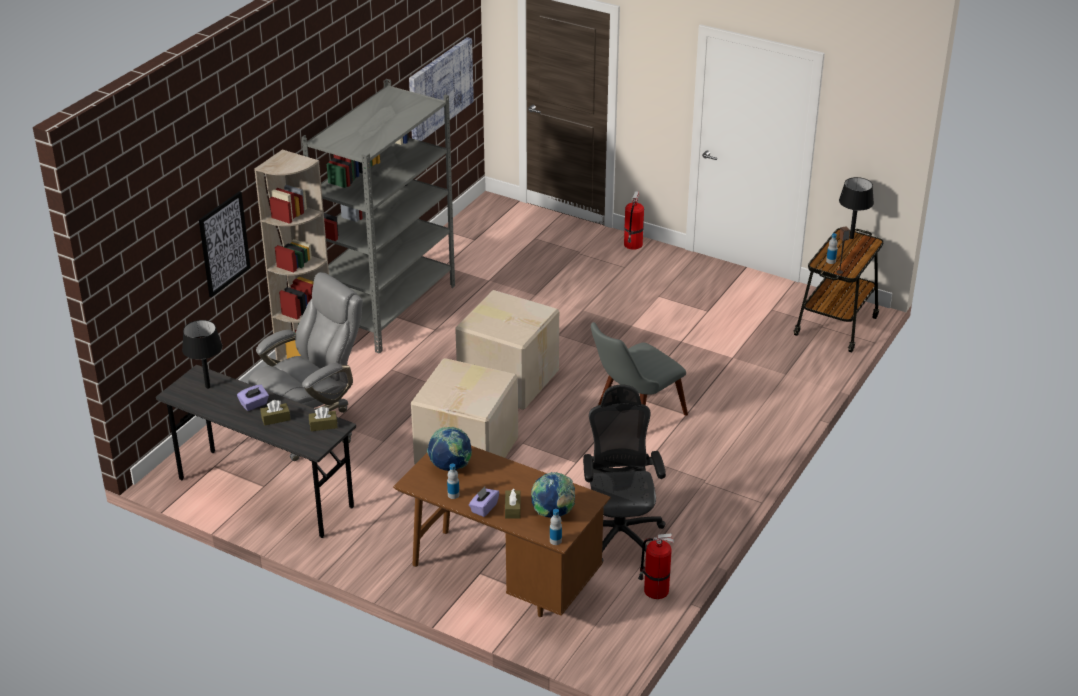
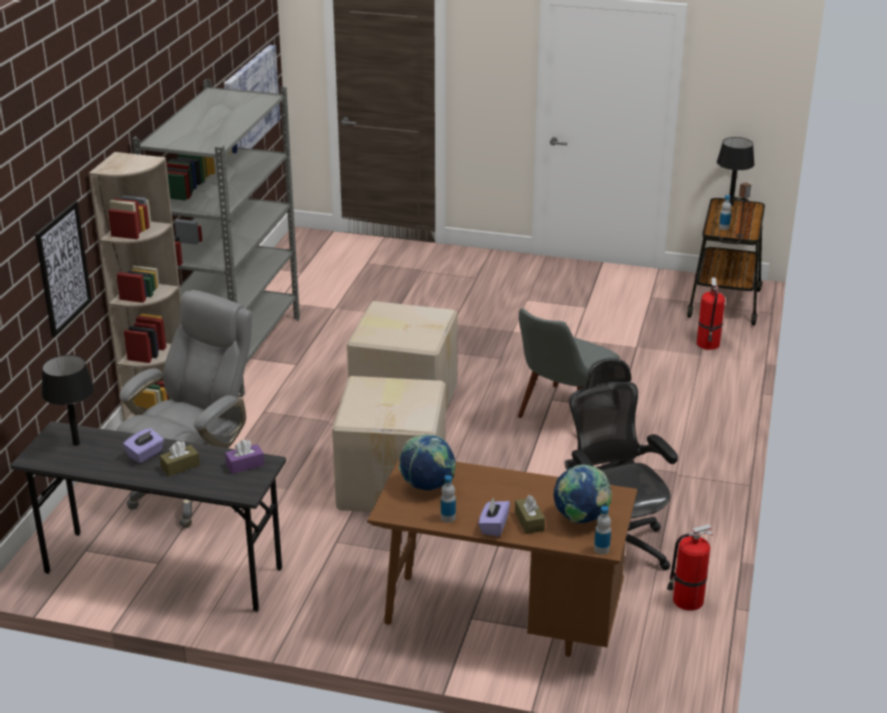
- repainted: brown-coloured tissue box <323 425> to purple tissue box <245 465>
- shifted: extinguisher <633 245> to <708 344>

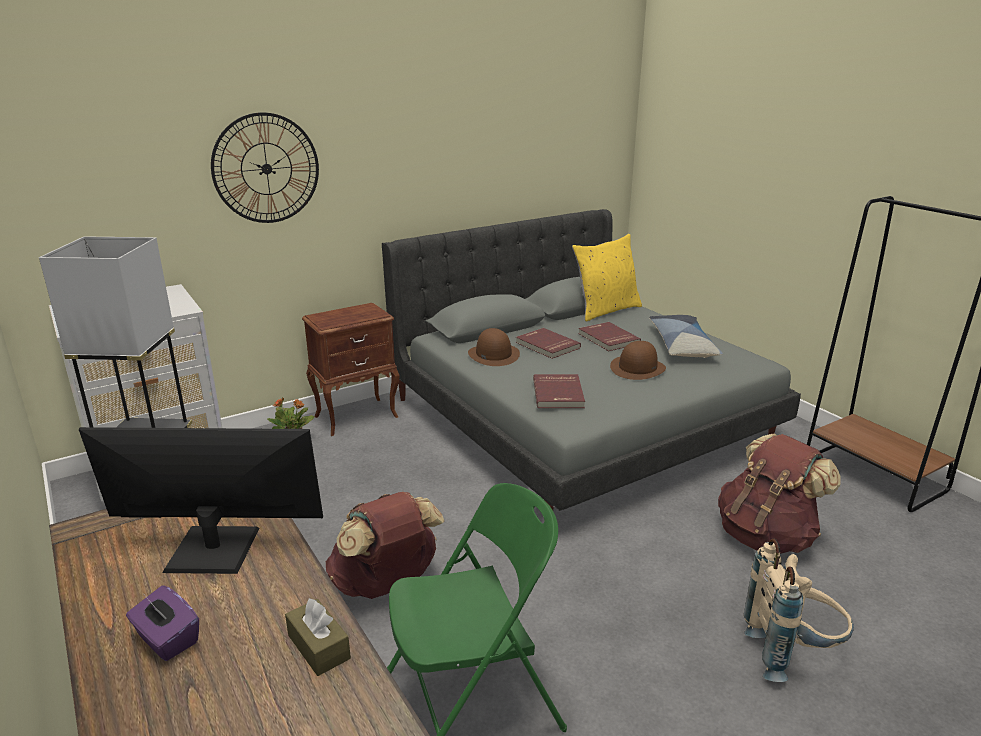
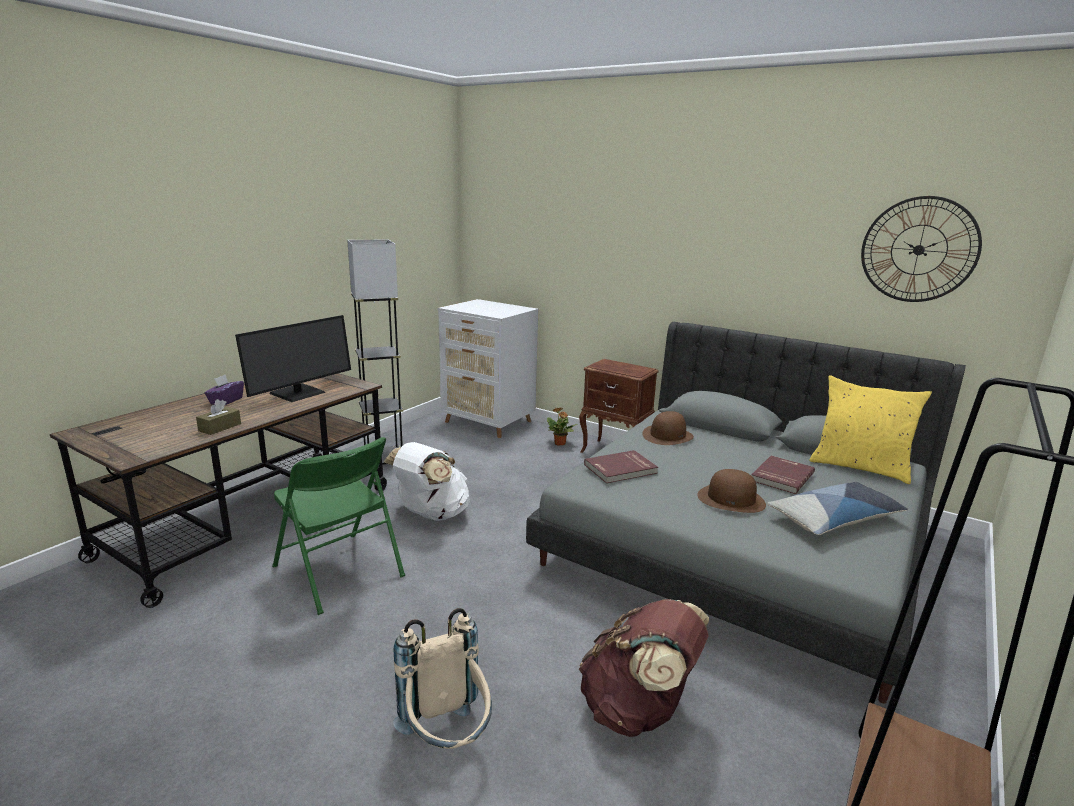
- rotated: computer screen <214 547> = <298 393> 60 degrees clockwise
- repainted: brown-coloured rucksack <386 585> to white rucksack <431 514>
- shifted: clock on the wall <266 169> to <918 250>
- gone: reddish bound book <546 345>

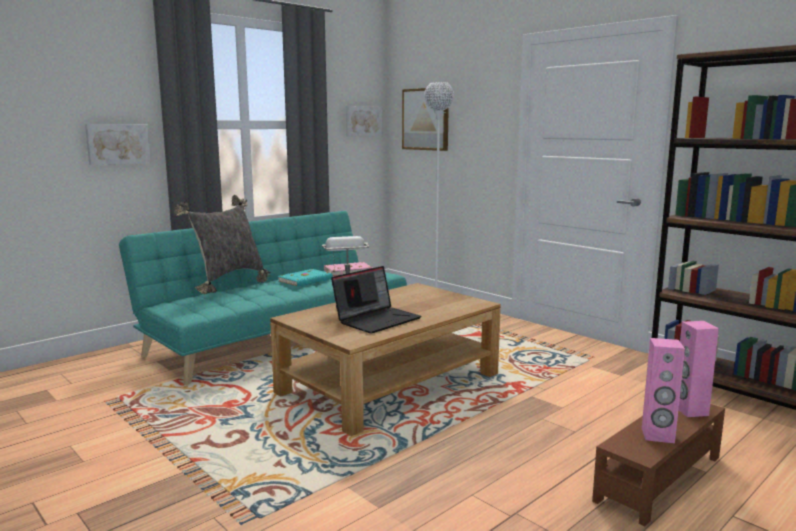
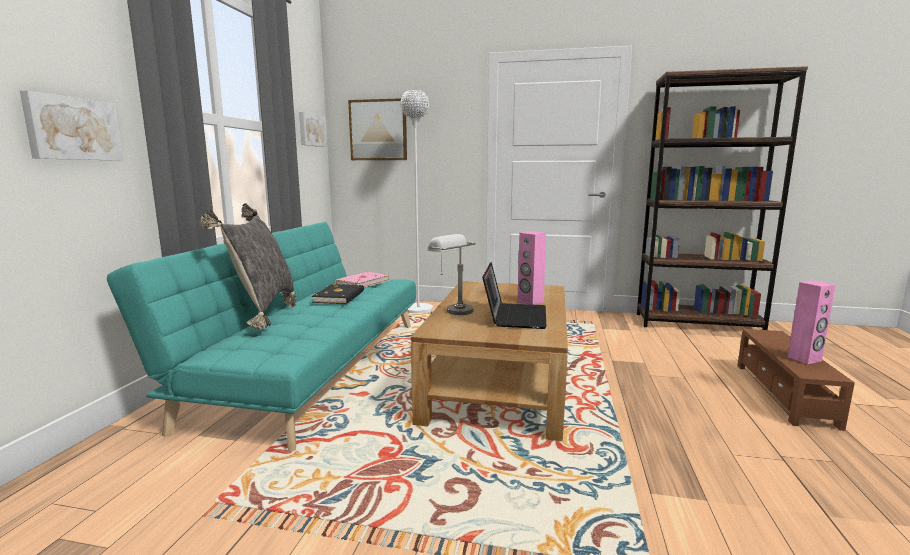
- repainted: blue-green bound book <306 280> to blackish bound book <340 296>
- shifted: pinkish audio speaker <690 411> to <530 302>

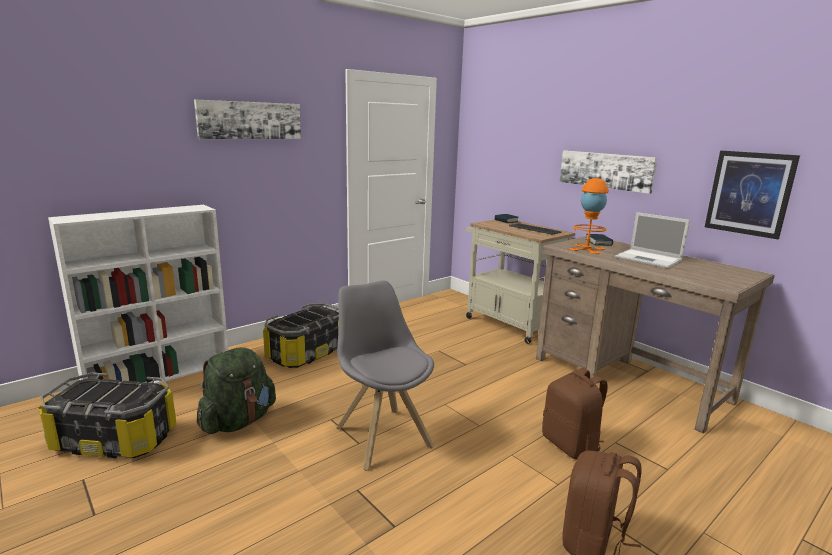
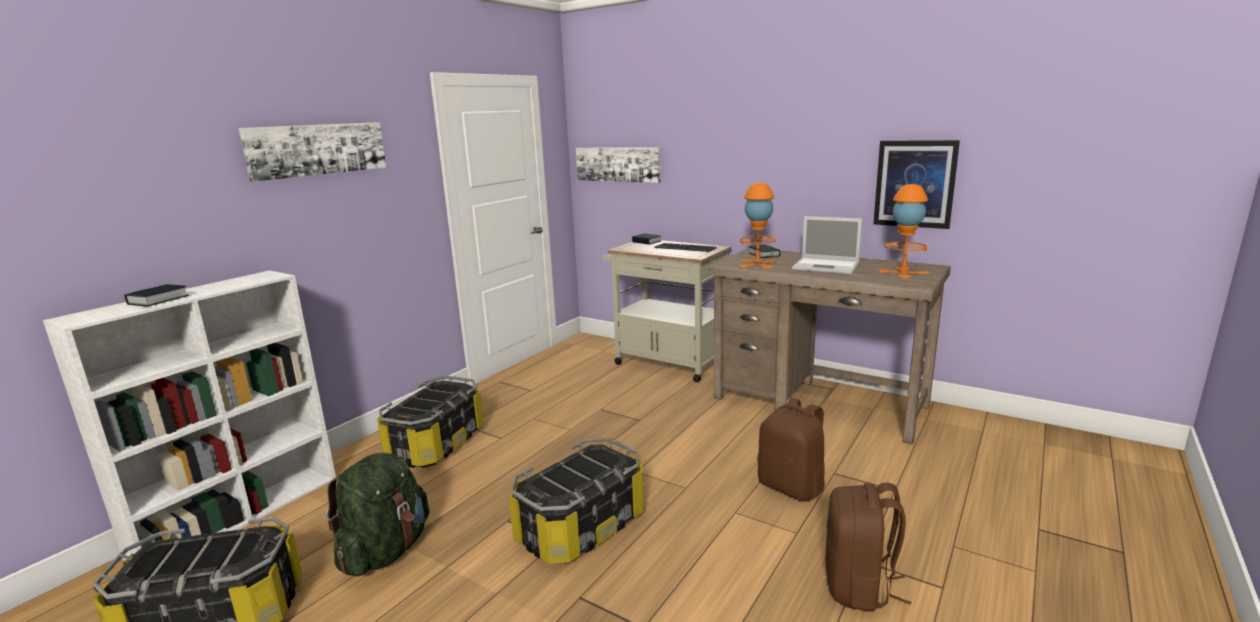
- new: bound book <158 300>
- swapped: greyish upright chair <382 436> to storage box <581 527>
- shifted: picture <606 170> to <618 164>
- new: orange-coloured lamp for a table <903 272>

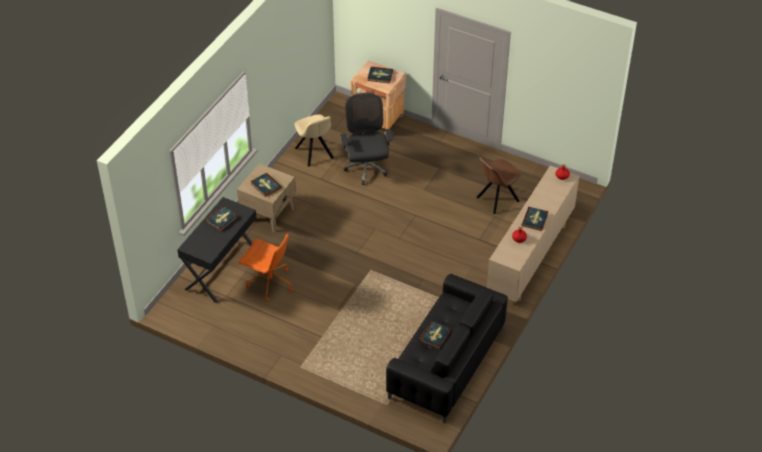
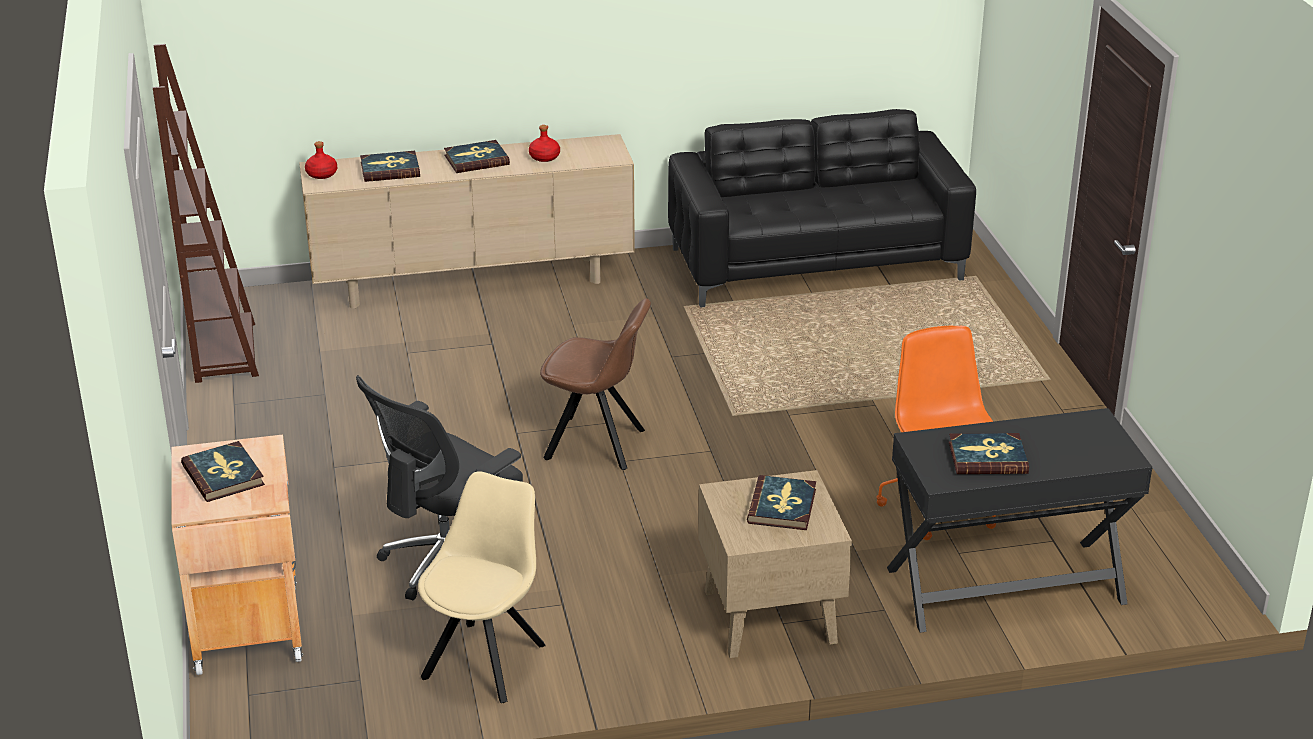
- new: brown-coloured shelving unit <225 352>
- shifted: bound book <435 336> to <390 169>
- shifted: brown-coloured upright chair <497 199> to <596 444>

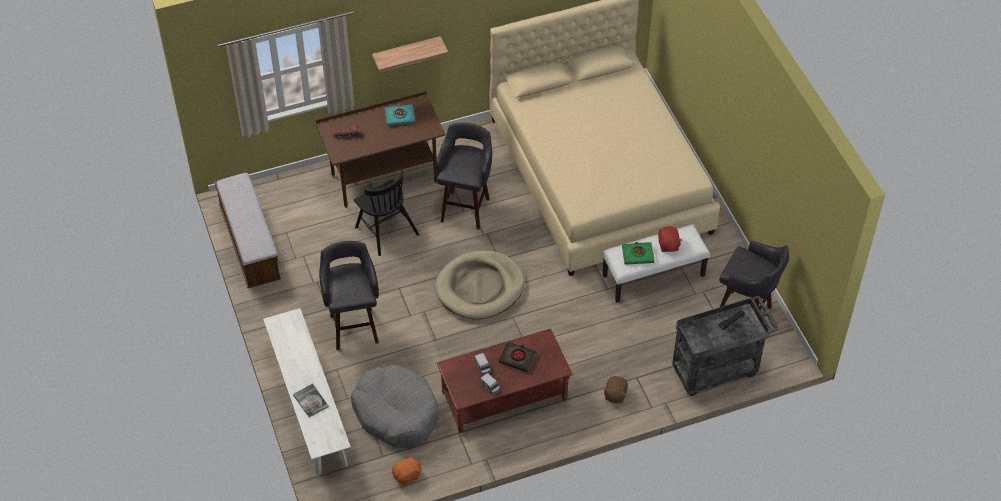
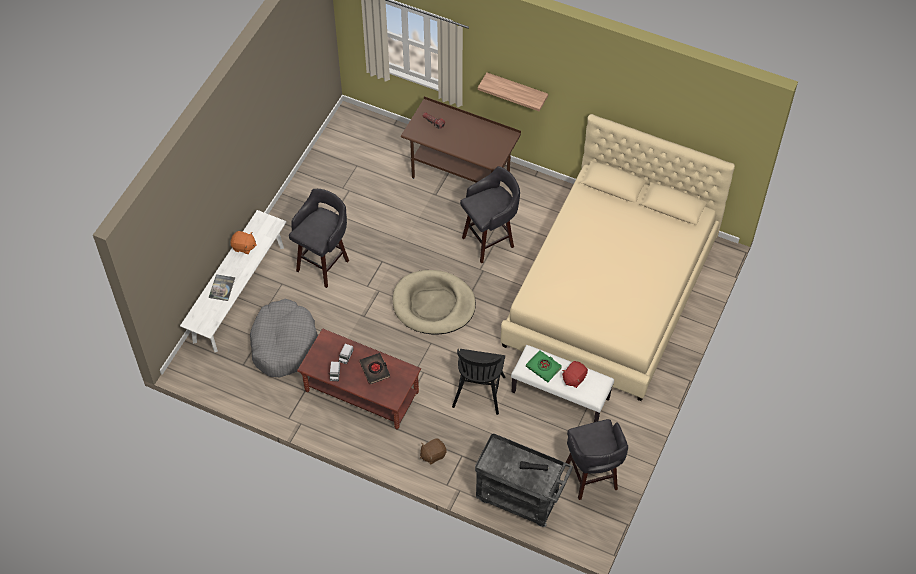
- shifted: orange-coloured cuddly toy <407 476> to <244 247>
- shifted: blackish upright chair <385 228> to <479 388>
- gone: indoor bench <250 244>
- gone: blue-green bound book <400 117>

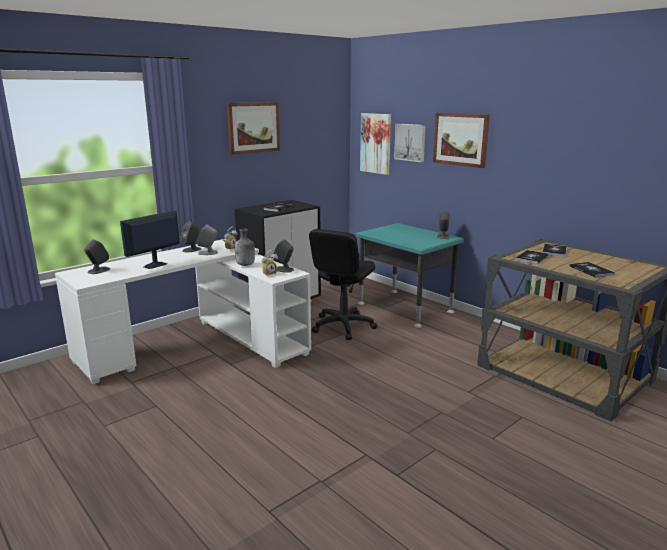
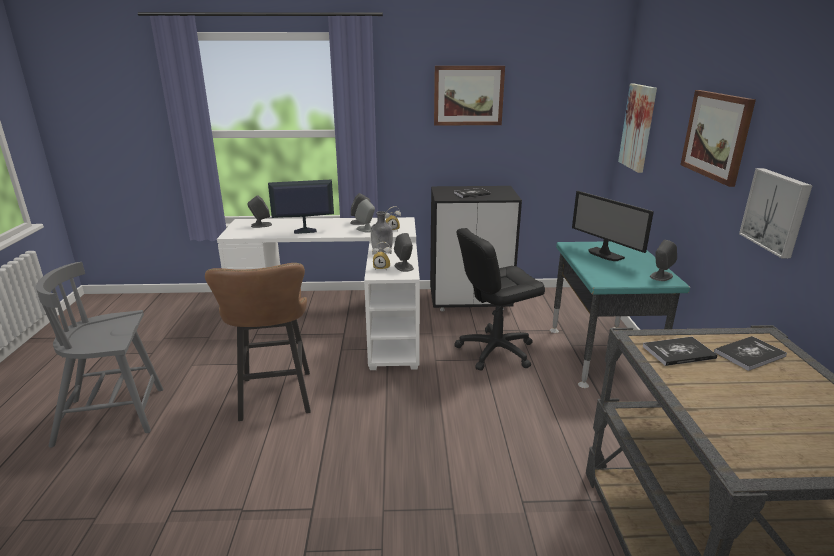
- new: greyish upright chair <113 415>
- new: brown-coloured stool <275 402>
- new: computer screen <604 255>
- shifted: picture <410 142> to <776 211>
- gone: bound book <591 270>

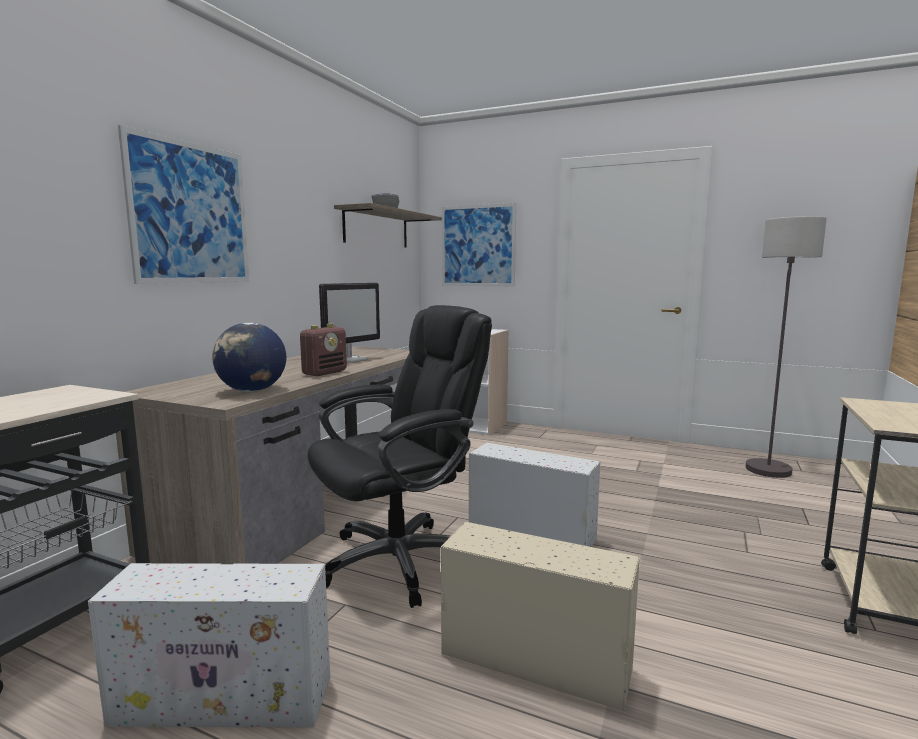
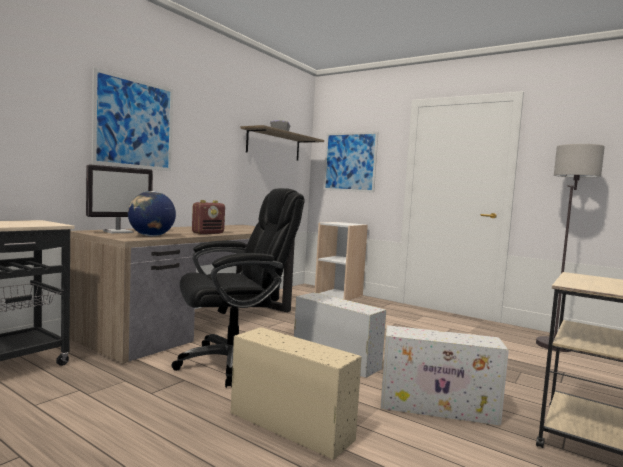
- shifted: computer screen <350 360> to <118 232>
- shifted: white storage box <227 700> to <439 408>

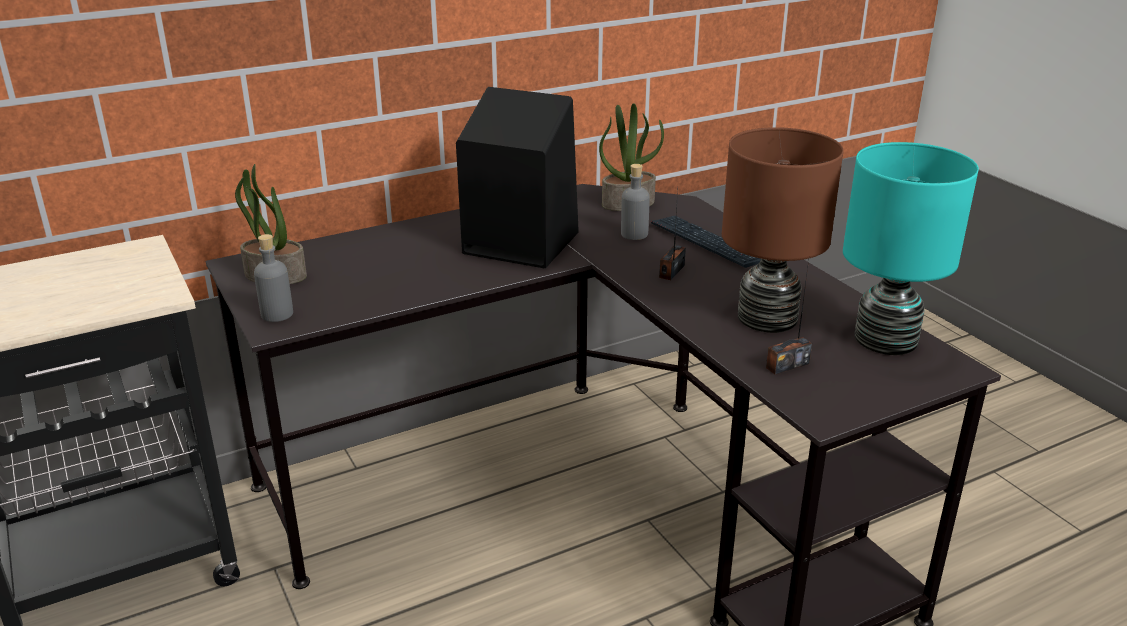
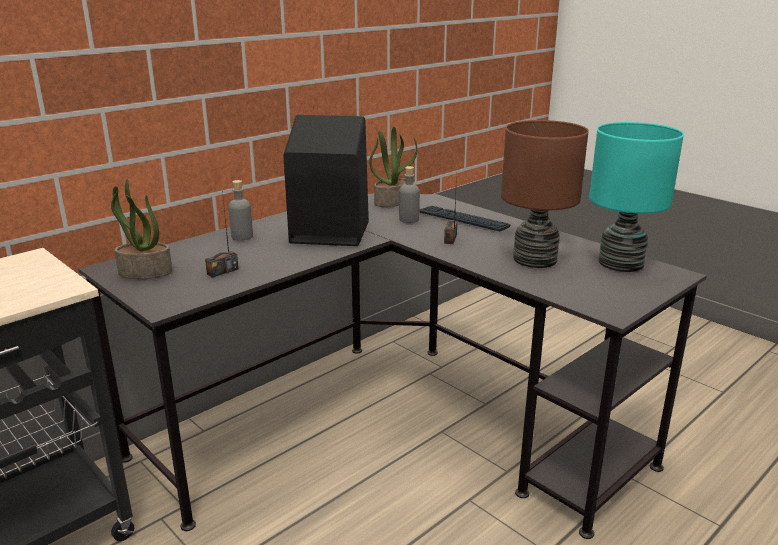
- shifted: radio set <787 365> to <222 271>
- shifted: greyish drink bottle <277 314> to <242 236>

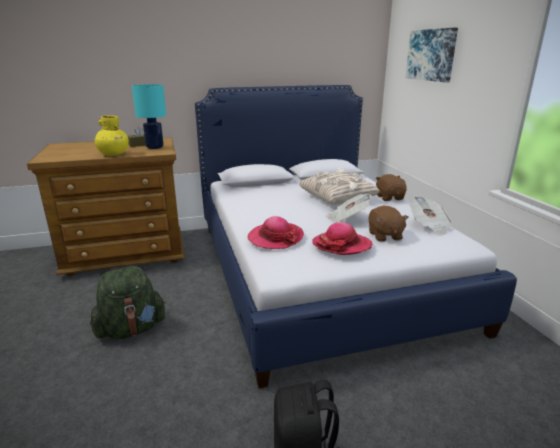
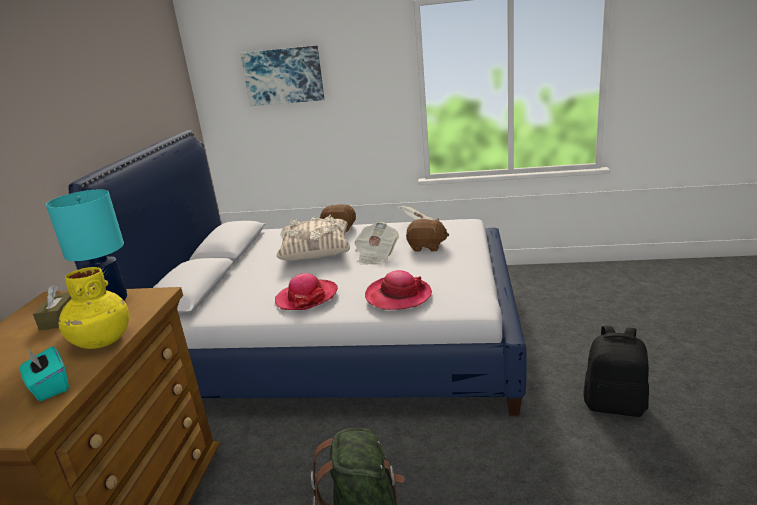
- new: blue-green tissue box <49 387>
- shifted: hat <341 245> to <307 297>

